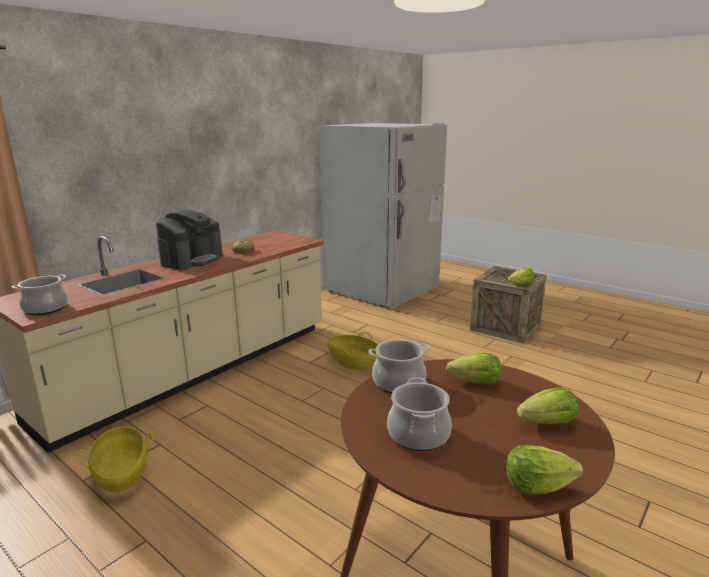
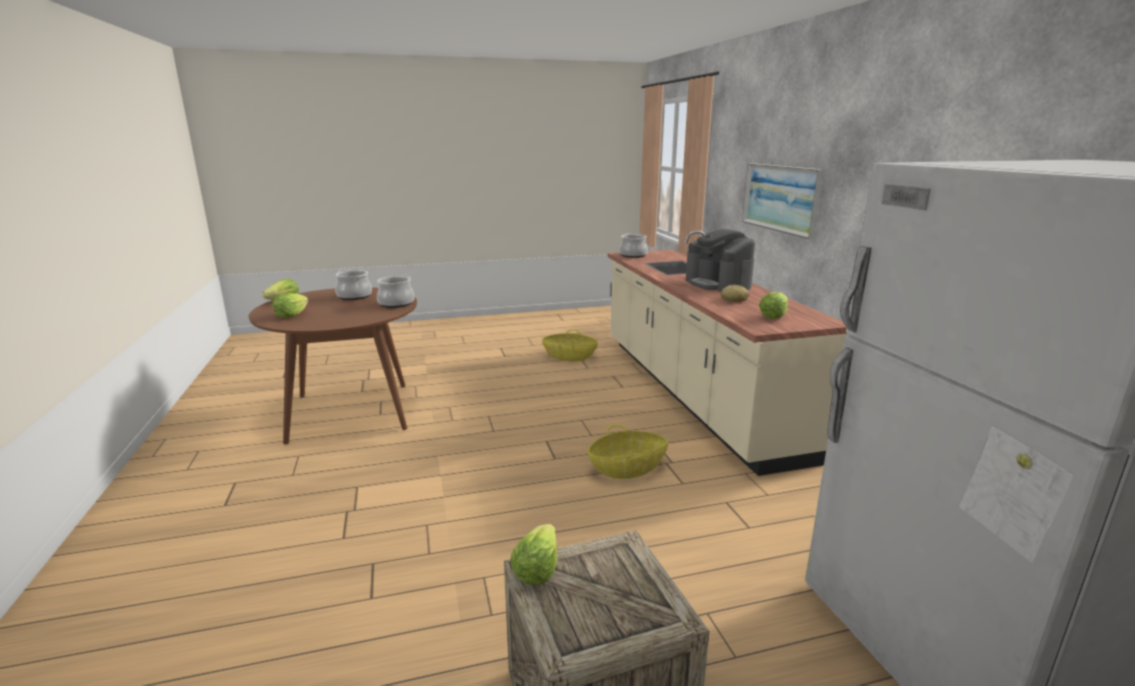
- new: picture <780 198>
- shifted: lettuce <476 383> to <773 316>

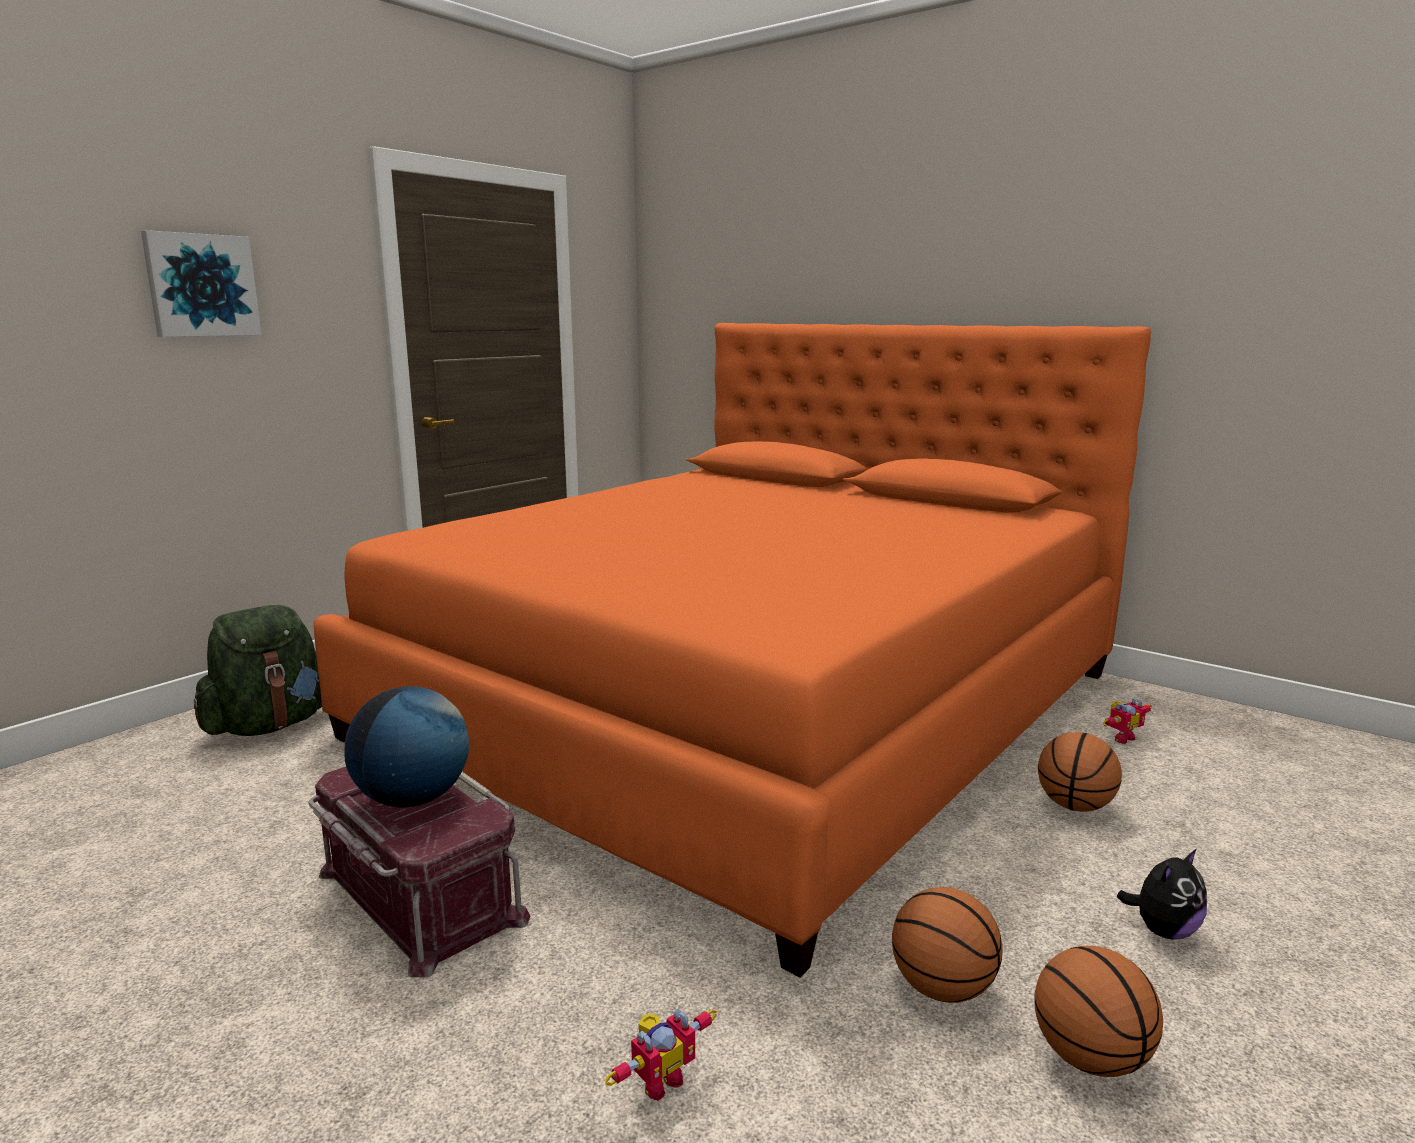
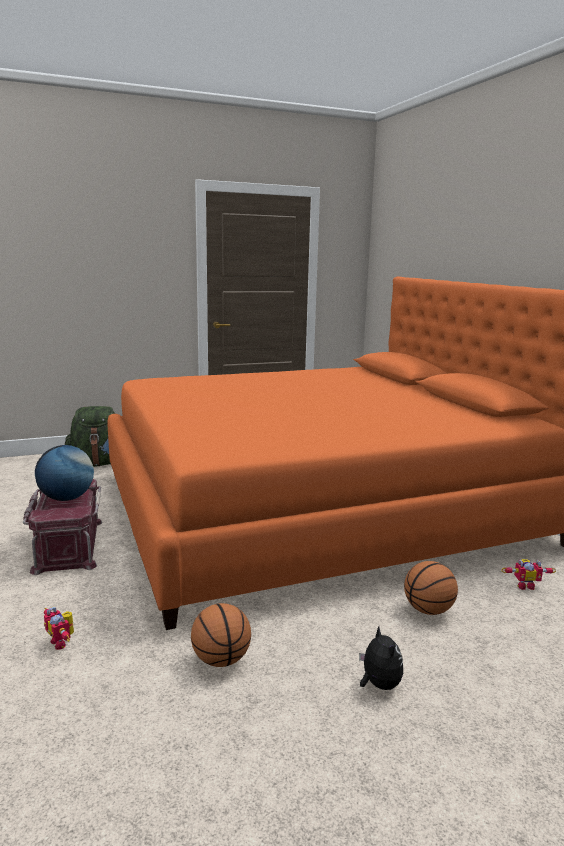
- rotated: toy robot <659 1080> = <62 642> 60 degrees clockwise
- rotated: cuddly toy <1163 931> = <379 685> 105 degrees counterclockwise
- gone: picture <201 285>
- gone: basketball ball <1089 1057>

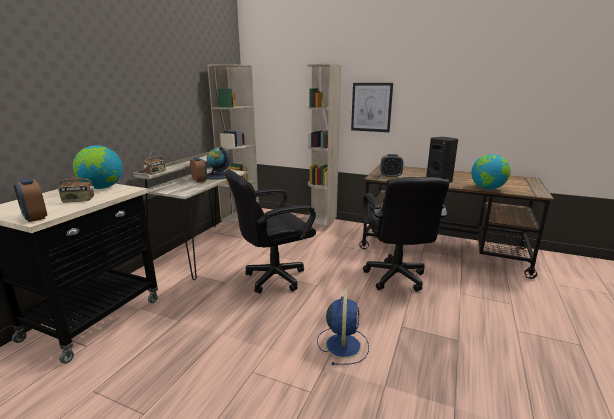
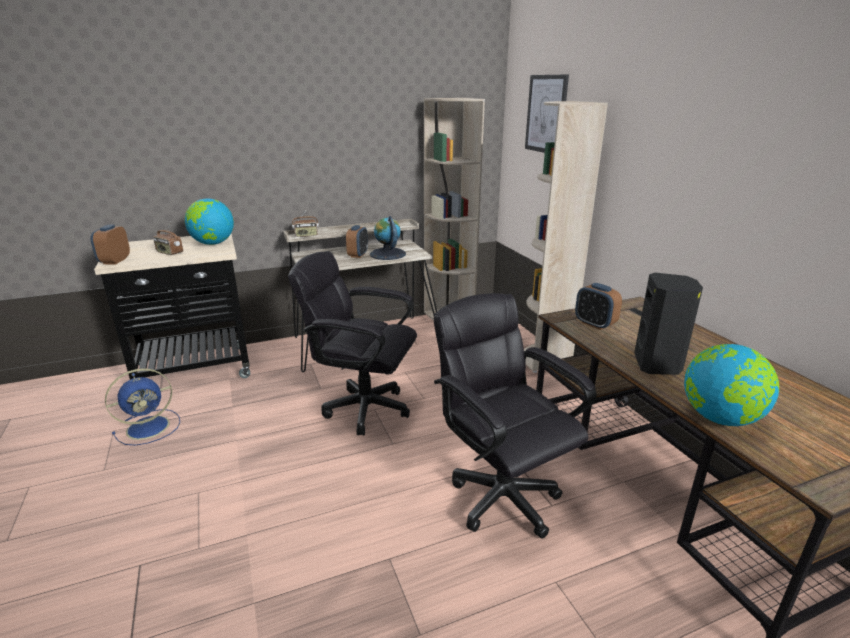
- shifted: bluish cooling fan <343 344> to <150 427>
- rotated: blackish office chair <397 279> = <499 497> 105 degrees clockwise
- shifted: picture <371 107> to <546 114>

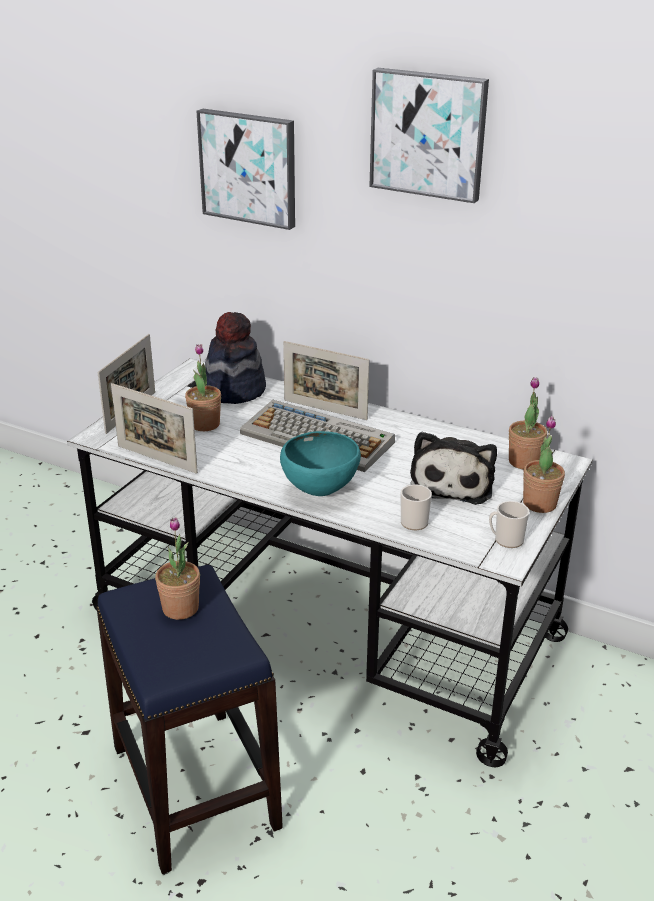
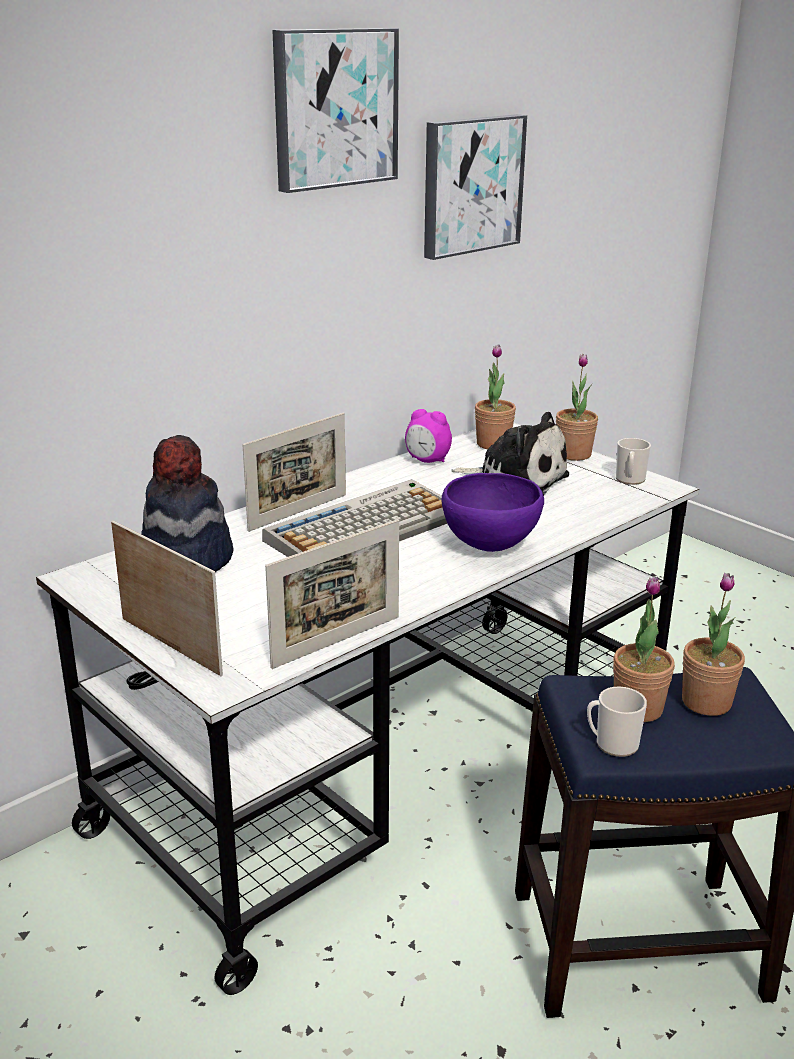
- new: bedside clock <427 461>
- shifted: picture <249 167> to <471 185>
- repainted: blue-green bowl <320 491> to purple bowl <490 547>
- shifted: mug <413 520> to <612 744>
- shifted: plant in a pot <205 424> to <706 702>

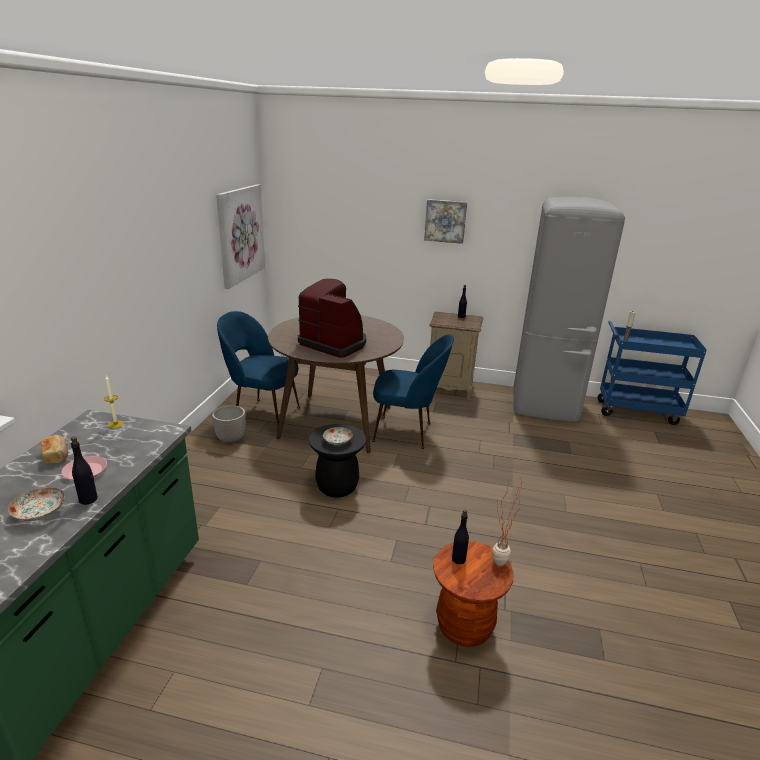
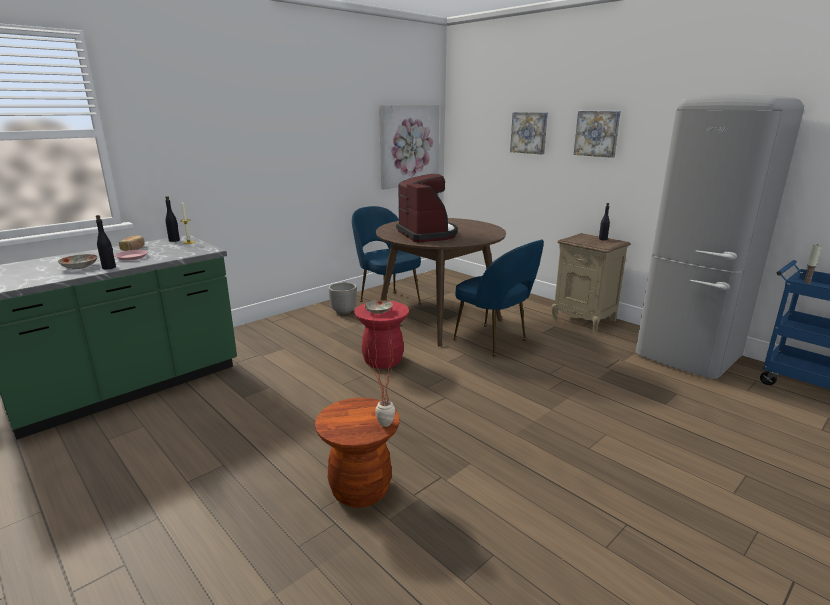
- shifted: blackish drink bottle <458 559> to <174 240>
- repainted: blackish stool <337 487> to reddish stool <383 361>
- new: picture <529 132>

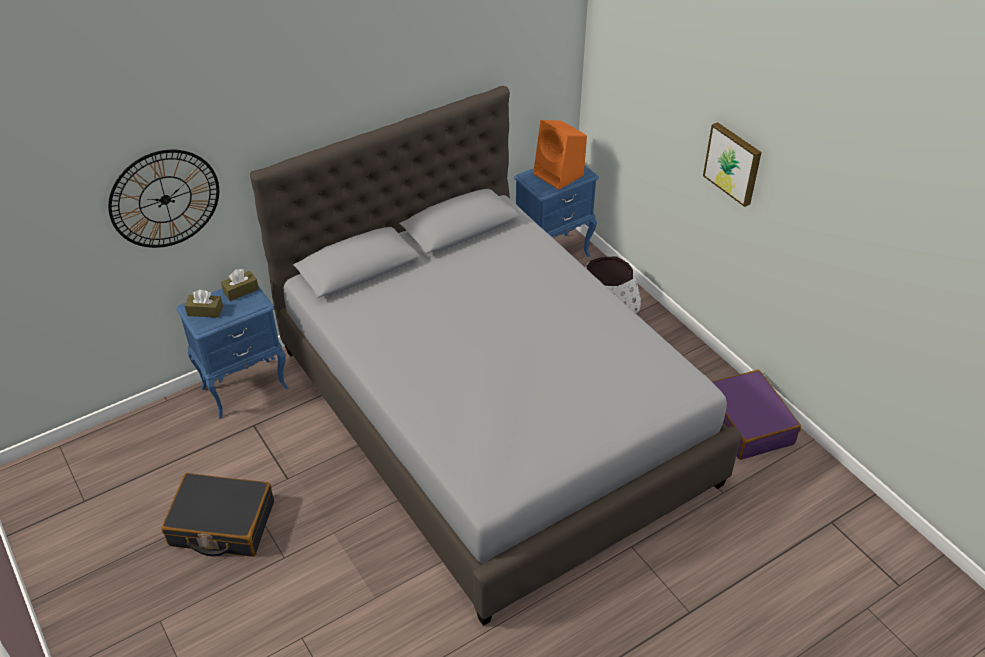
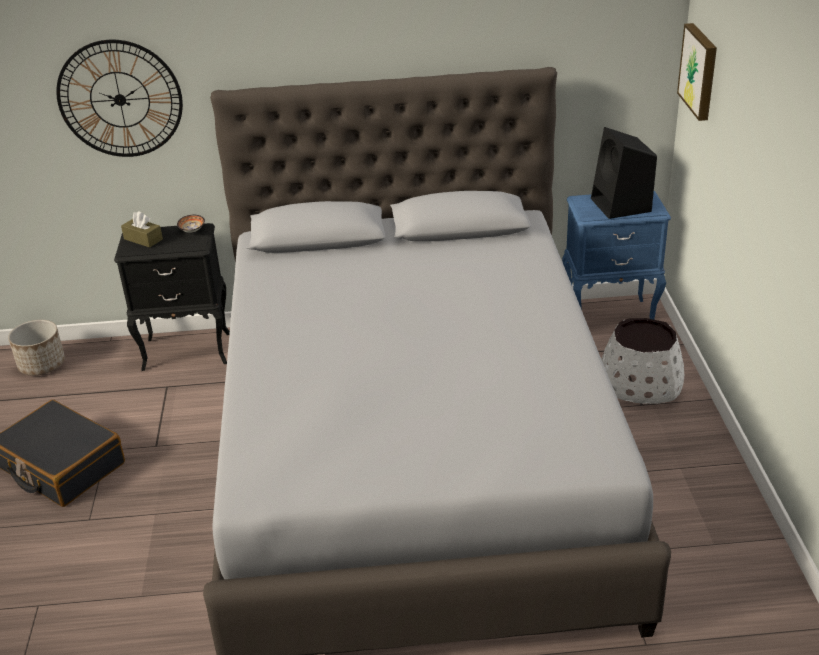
- new: planter <42 364>
- repainted: bluish nightstand <245 388> to blackish nightstand <187 351>
- swapped: brown-coloured tissue box <241 290> to bowl <191 231>
- repainted: orange-coloured audio speaker <559 175> to blackish audio speaker <622 206>
- shifted: picture <734 163> to <700 71>
- gone: purple piece of luggage <747 423>

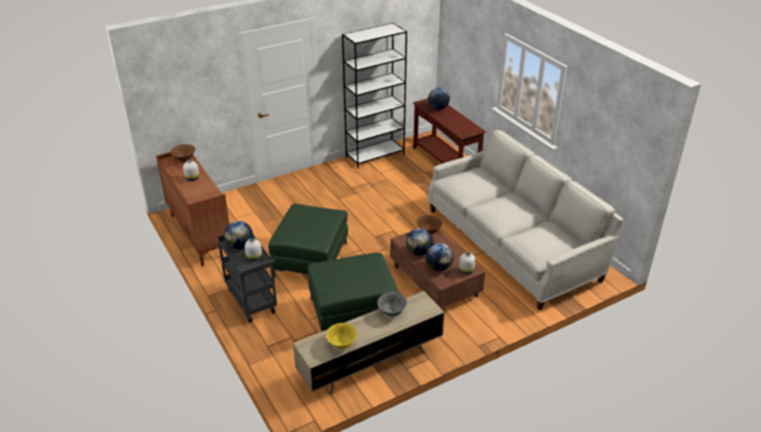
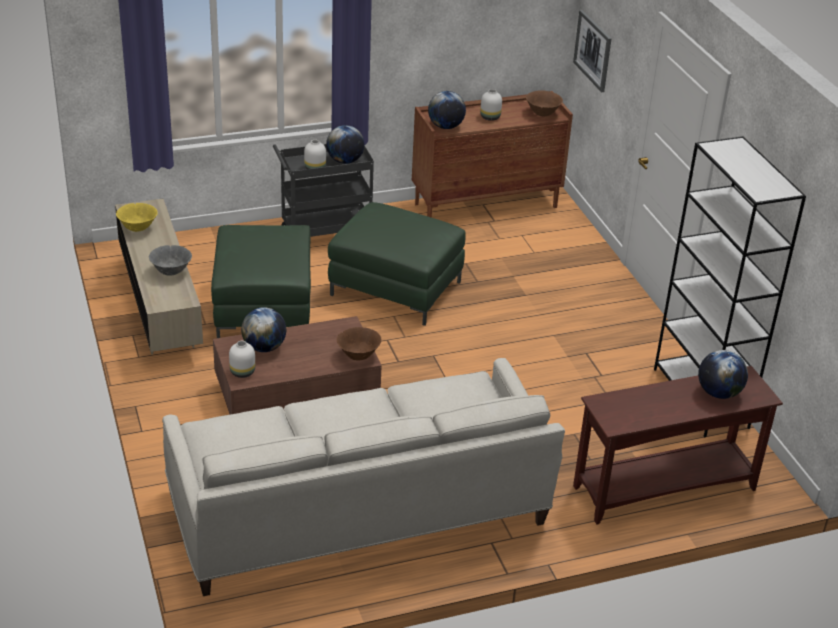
- shifted: world globe <419 252> to <445 126>
- new: picture <593 50>

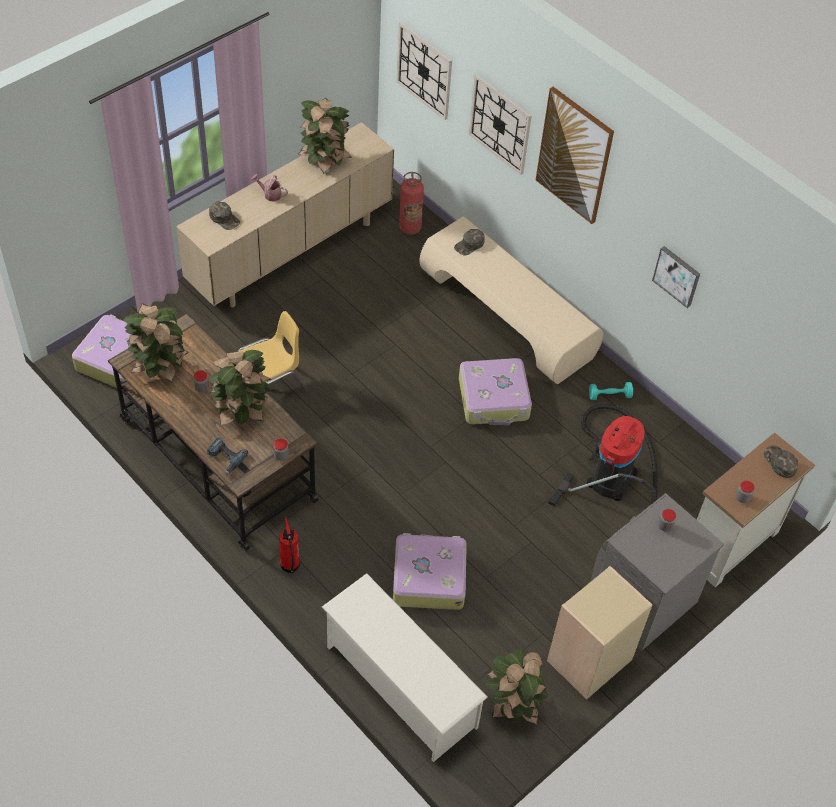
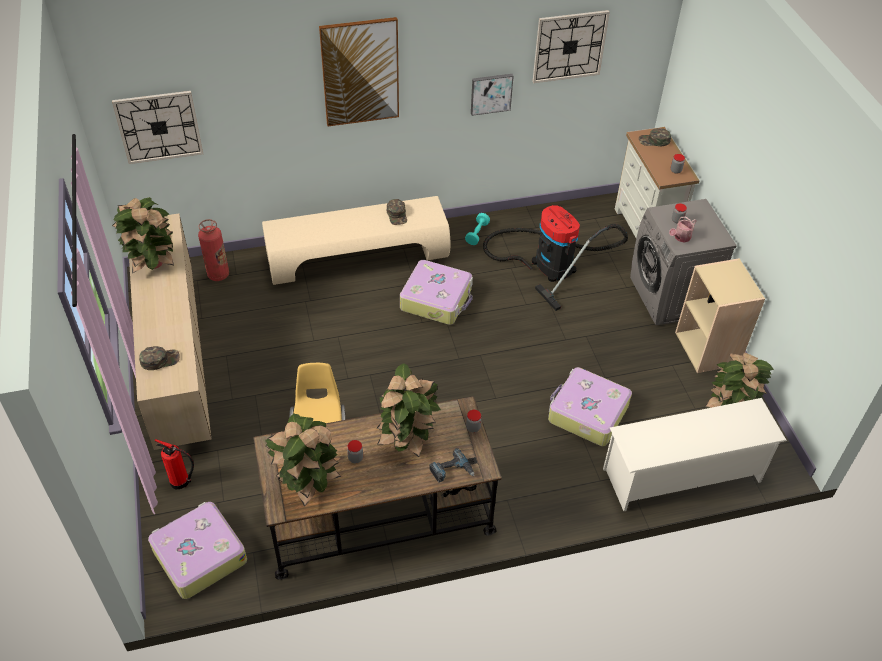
- shifted: extinguisher <290 566> to <181 482>
- shifted: green peaked cap <469 245> to <397 215>
- shifted: clock on the wall <500 124> to <569 46>
- shifted: watering pot <270 194> to <680 238>

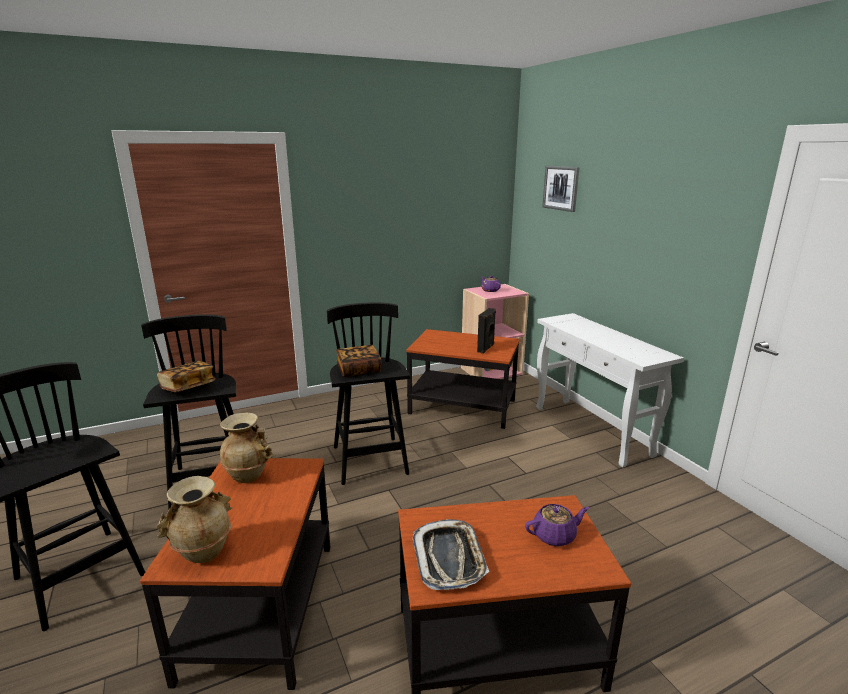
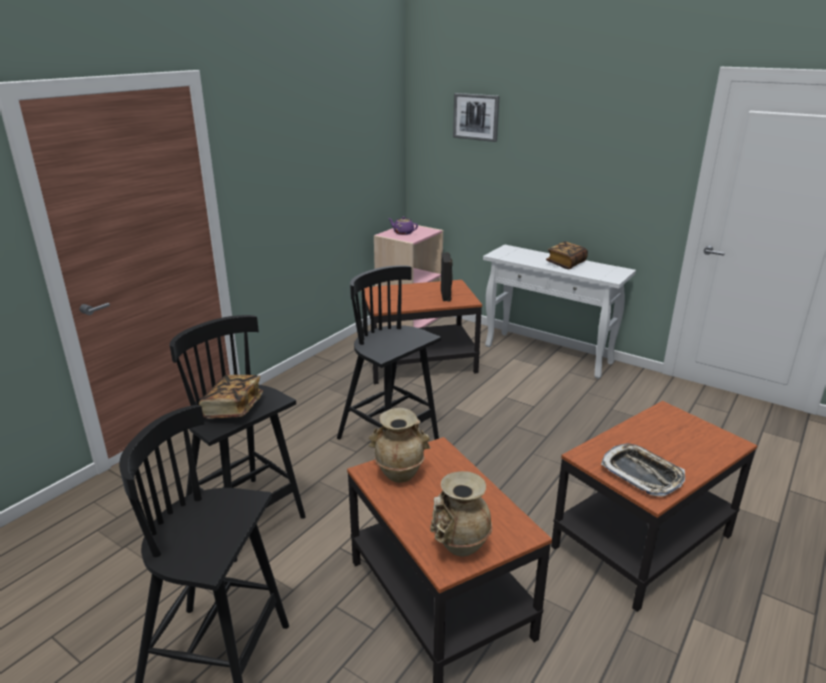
- shifted: bound book <358 370> to <566 263>
- gone: purple tea pot <554 535>

